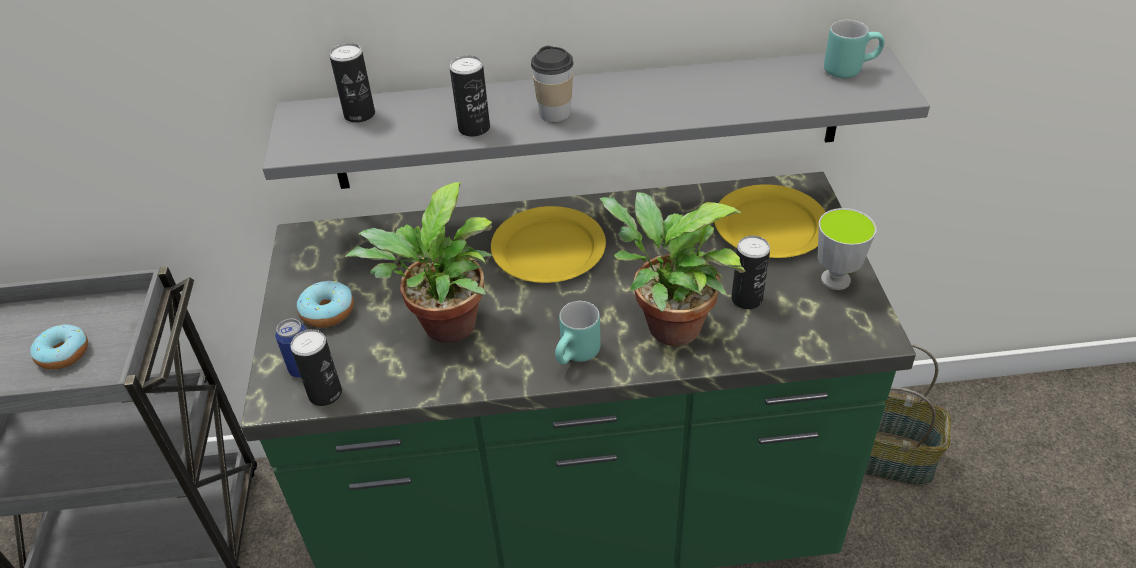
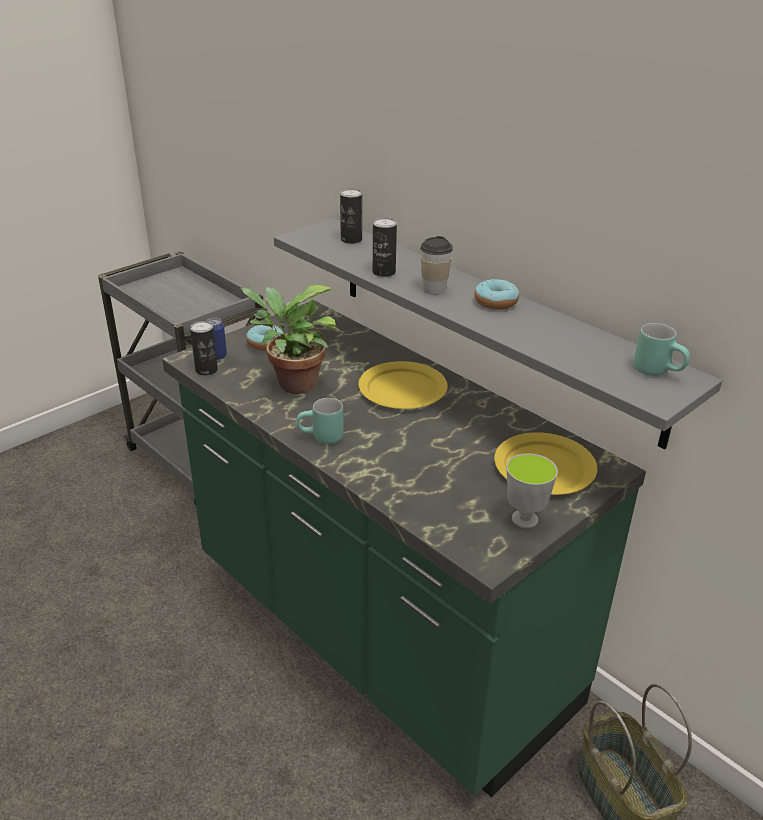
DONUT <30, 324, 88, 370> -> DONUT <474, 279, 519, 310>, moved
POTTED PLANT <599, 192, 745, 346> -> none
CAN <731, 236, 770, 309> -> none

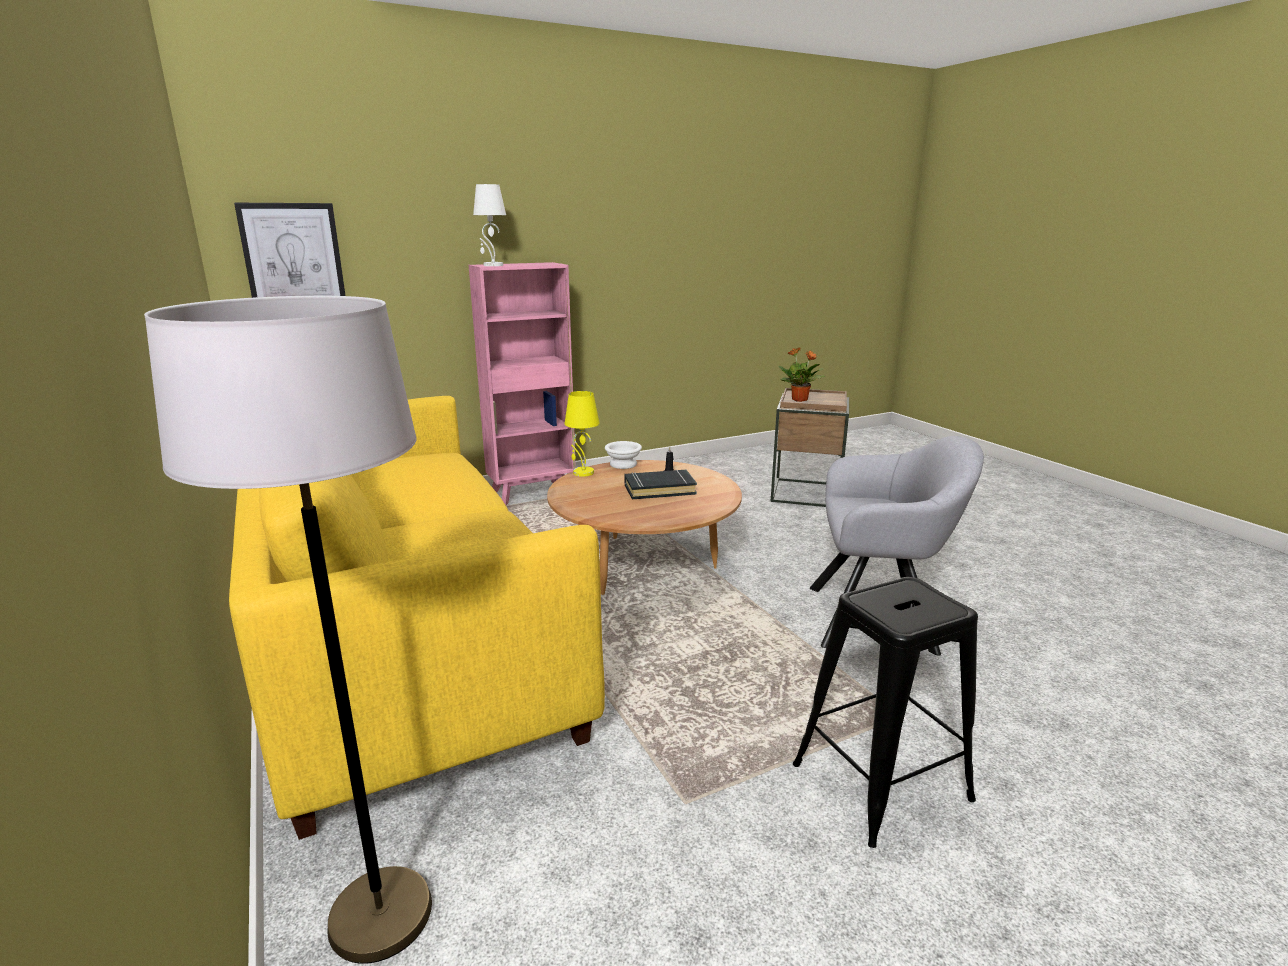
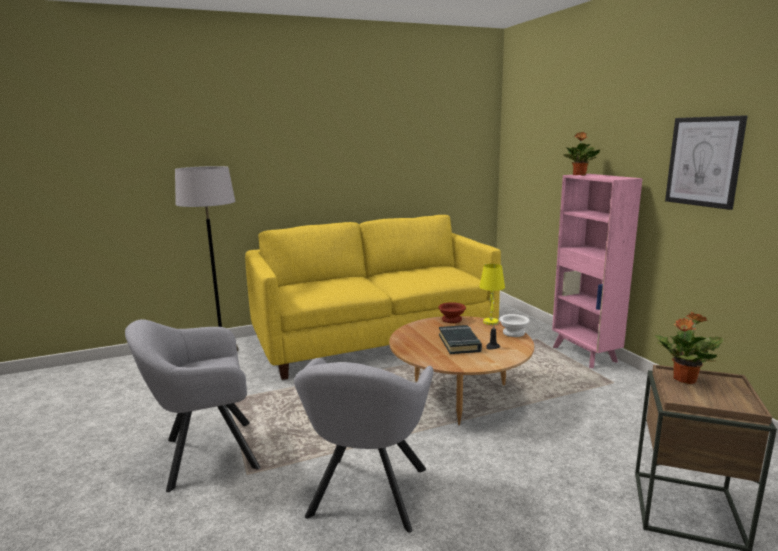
BLACK STOOL <793, 577, 978, 848> -> GREY ARMCHAIR <125, 319, 261, 492>
none -> BROWN BOWL <439, 302, 466, 323>
WHITE TABLE LAMP <473, 184, 506, 266> -> POTTED PLANT <563, 132, 600, 176>
PICTURE <234, 203, 346, 298> -> PICTURE <665, 115, 748, 210>, moved

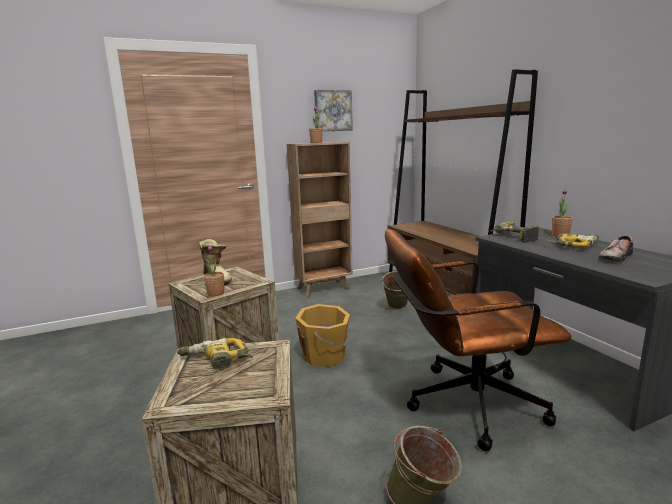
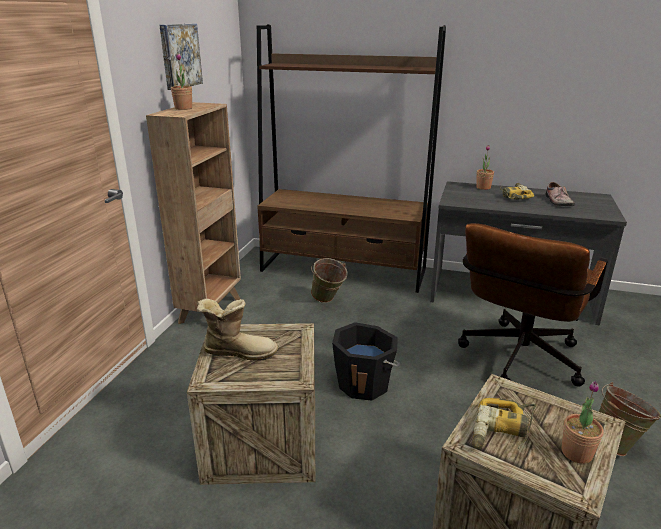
ORANGE BUCKET <296, 304, 350, 367> -> BLACK BUCKET <332, 322, 400, 401>
POTTED PLANT <204, 245, 224, 296> -> POTTED PLANT <561, 381, 604, 464>, moved
POWER DRILL <491, 222, 539, 243> -> none

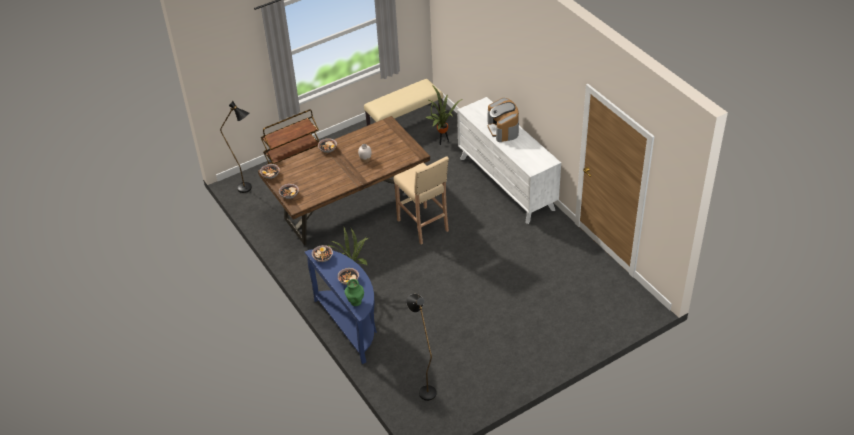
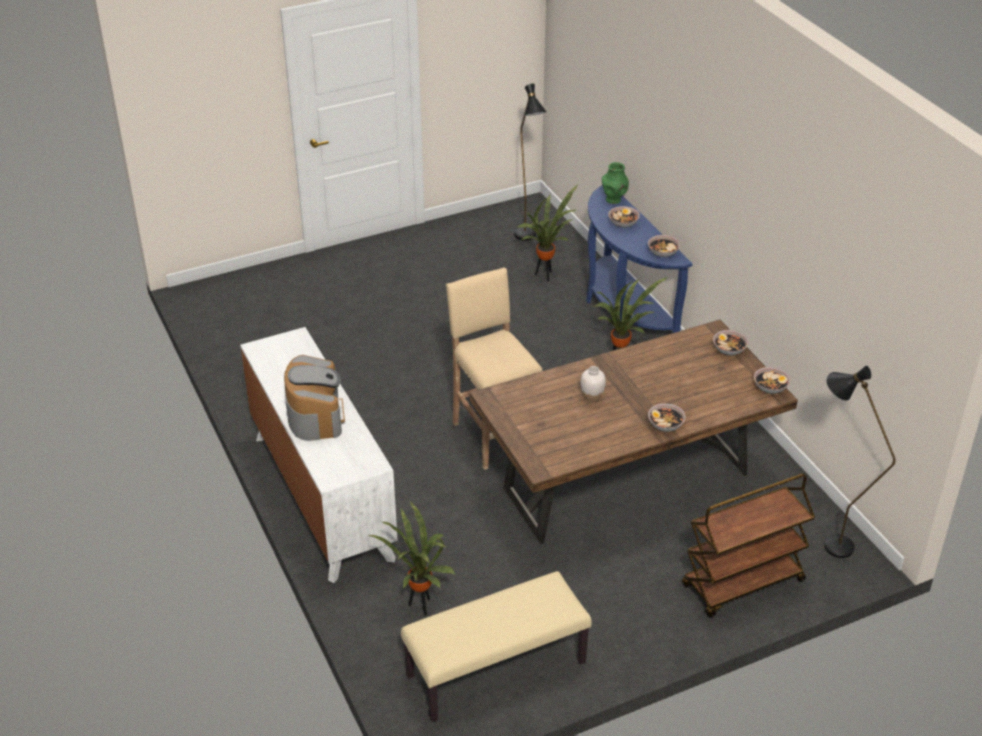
none -> POTTED PLANT <518, 185, 578, 281>

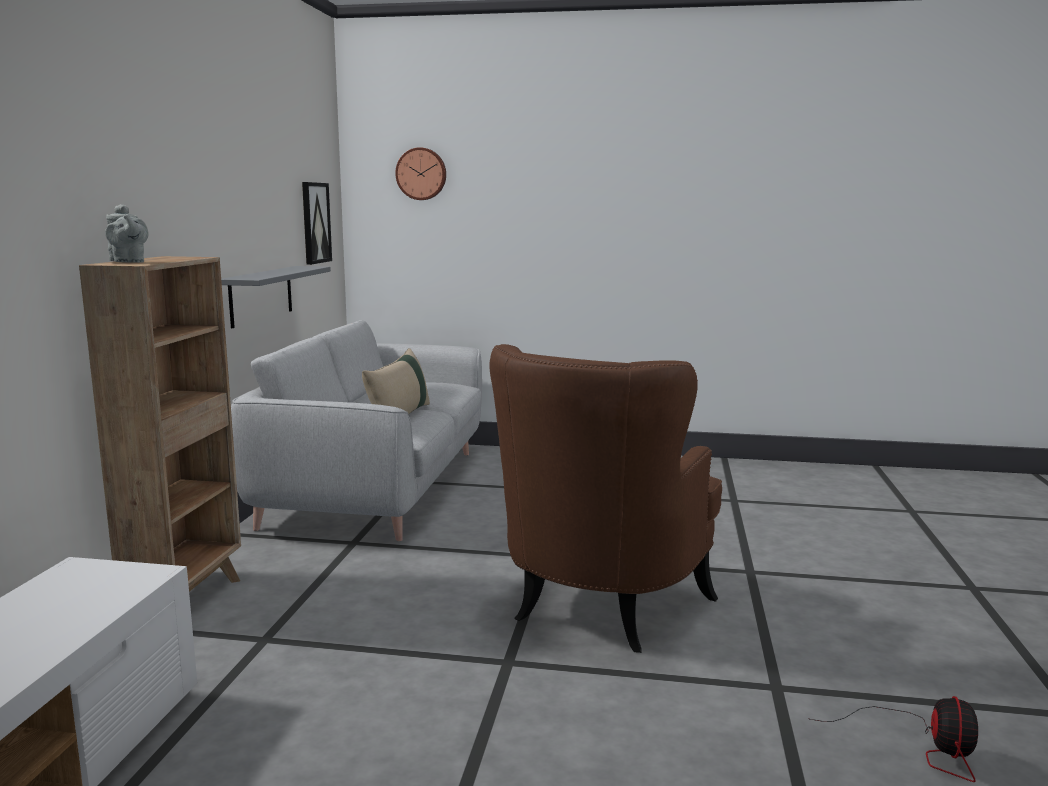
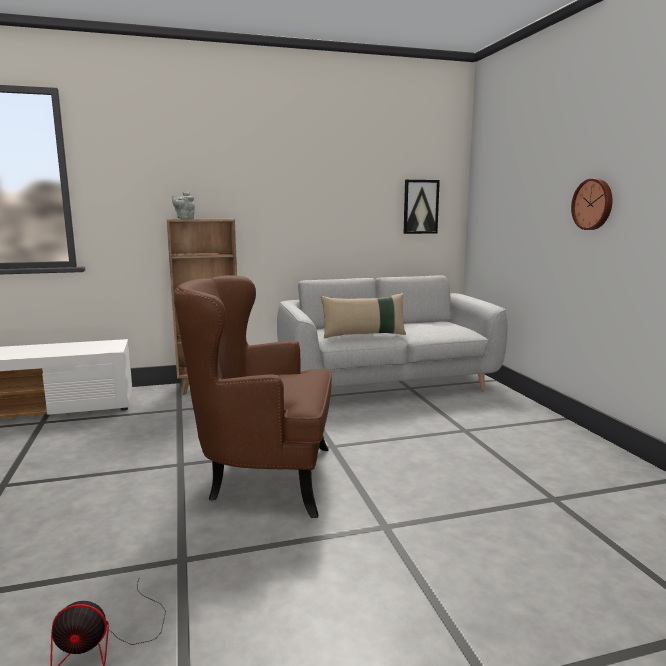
WALL CLOCK <395, 147, 446, 200> -> WALL CLOCK <571, 178, 612, 230>, moved
GREY SHELF <221, 266, 331, 328> -> none

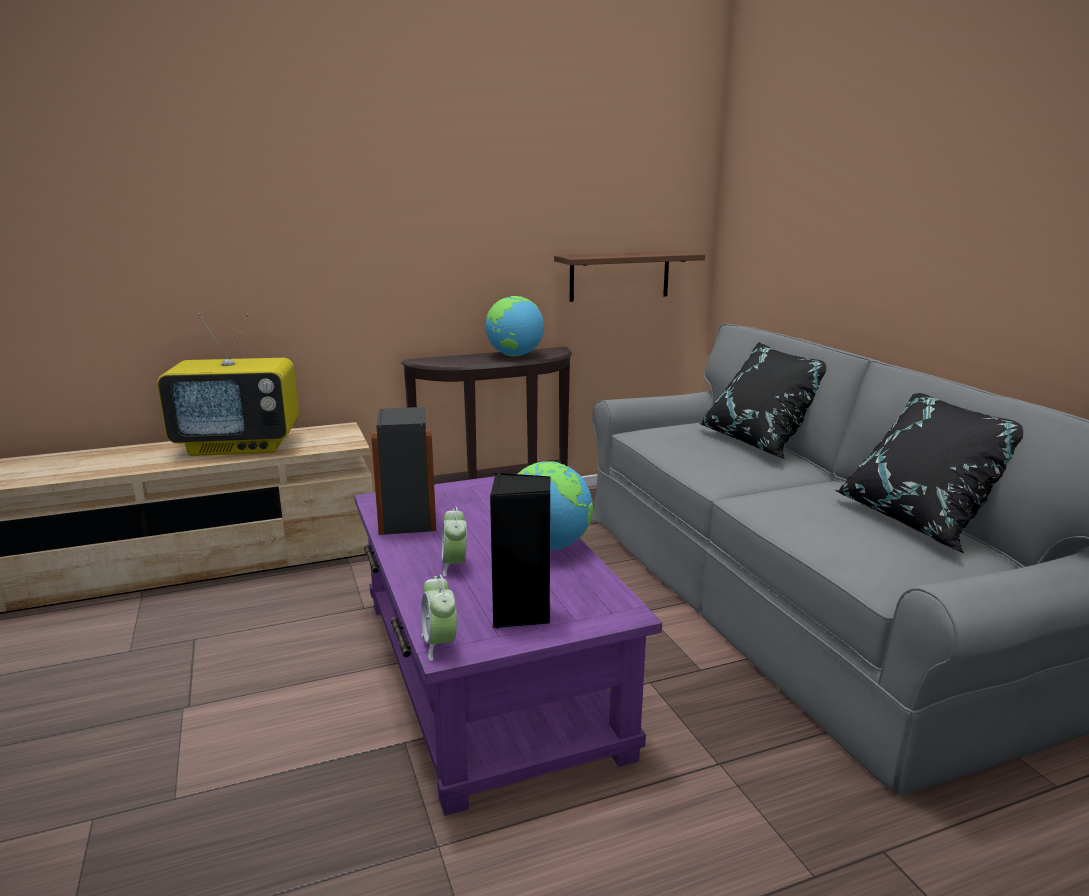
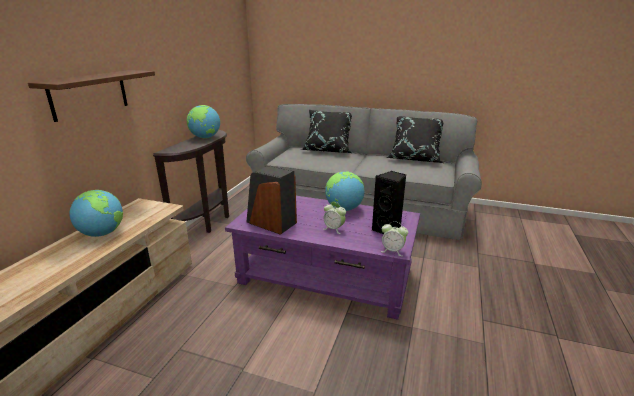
BROWN SHELF <554, 251, 705, 302> -> BROWN SHELF <28, 70, 155, 122>, moved
TELEVISION <157, 313, 299, 456> -> GLOBE <69, 190, 123, 237>

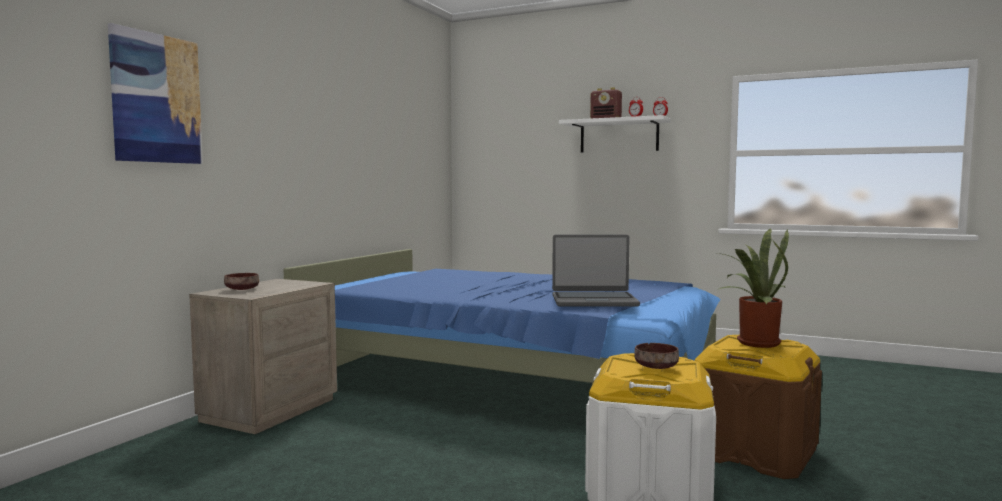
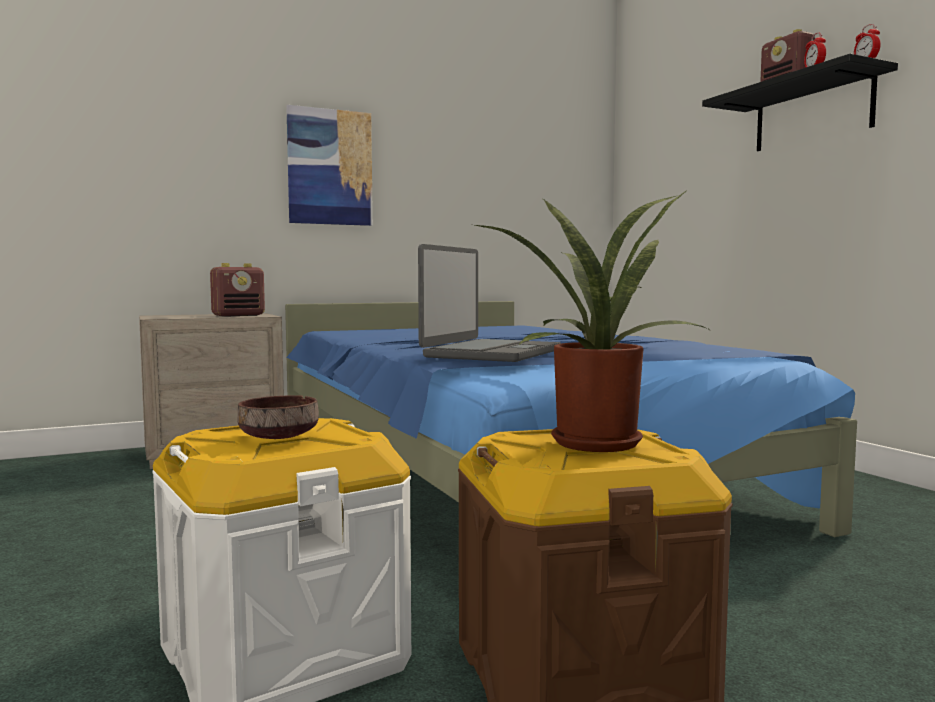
none -> RADIO <210, 263, 265, 317>
PICTURE <108, 23, 203, 164> -> PICTURE <286, 105, 373, 226>, moved
LAPTOP <552, 235, 640, 307> -> LAPTOP <418, 244, 561, 362>, 105 degrees counterclockwise
WHITE SHELF <559, 115, 671, 153> -> BLACK SHELF <702, 54, 898, 151>
BROWN BOWL <224, 273, 259, 290> -> none

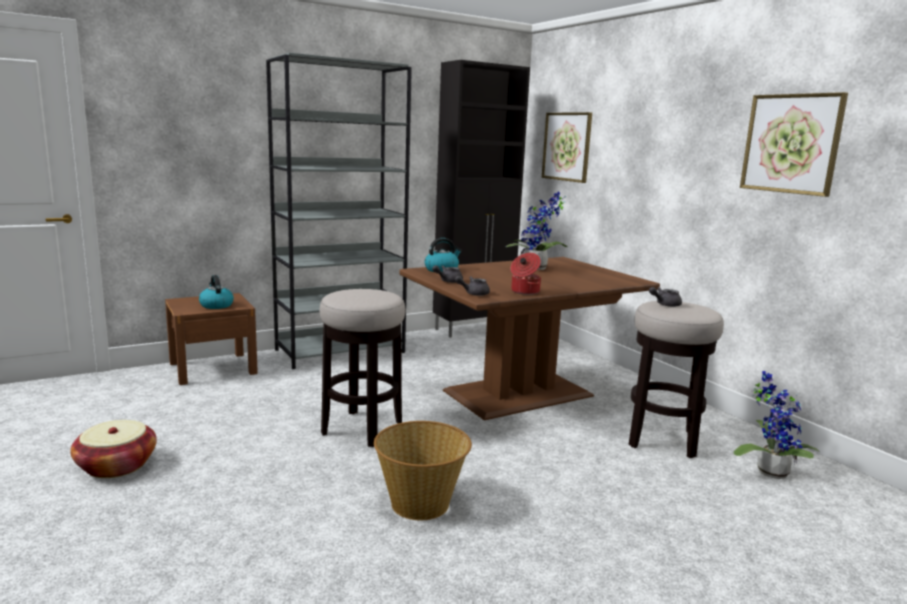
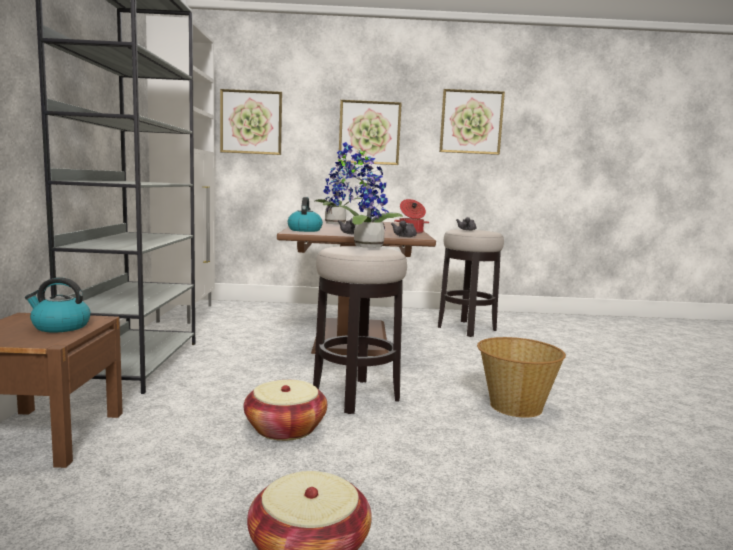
BLACK CABINET <433, 60, 530, 338> -> WHITE CABINET <146, 16, 215, 324>
none -> BASKET <244, 380, 327, 441>
POTTED PLANT <734, 371, 820, 479> -> POTTED PLANT <331, 142, 403, 248>, moved
none -> PICTURE <338, 100, 402, 165>

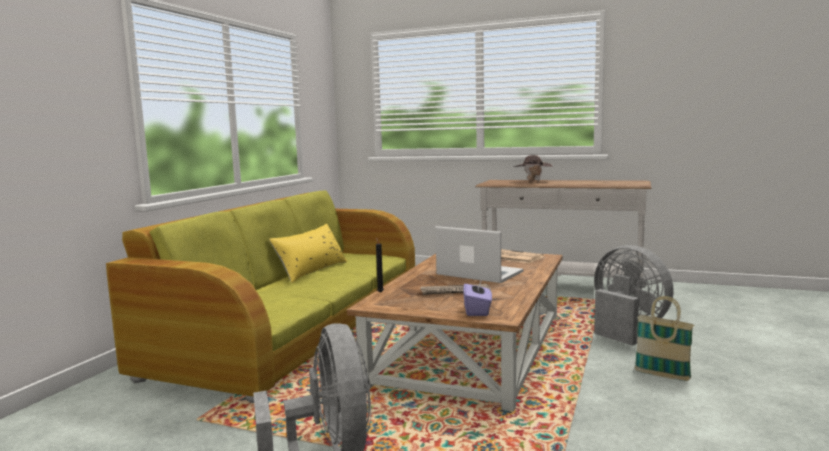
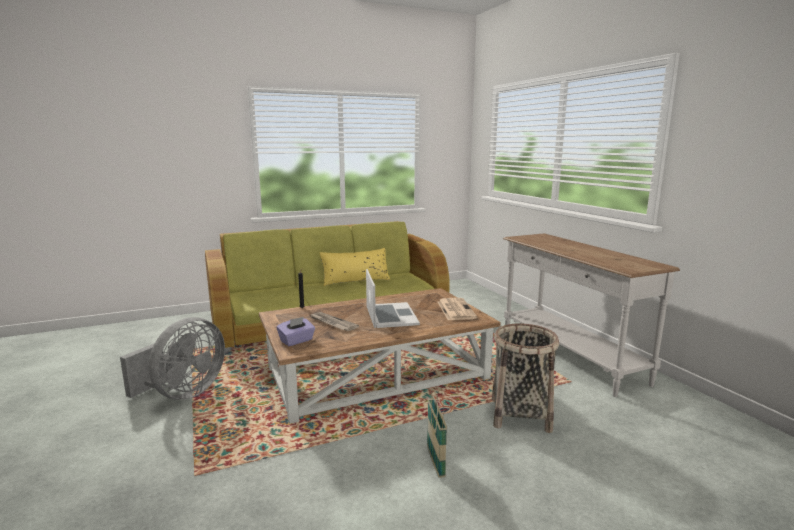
GREY FAN <594, 245, 674, 346> -> BASKET <492, 324, 559, 433>
BROWN HAT <513, 155, 553, 181> -> none

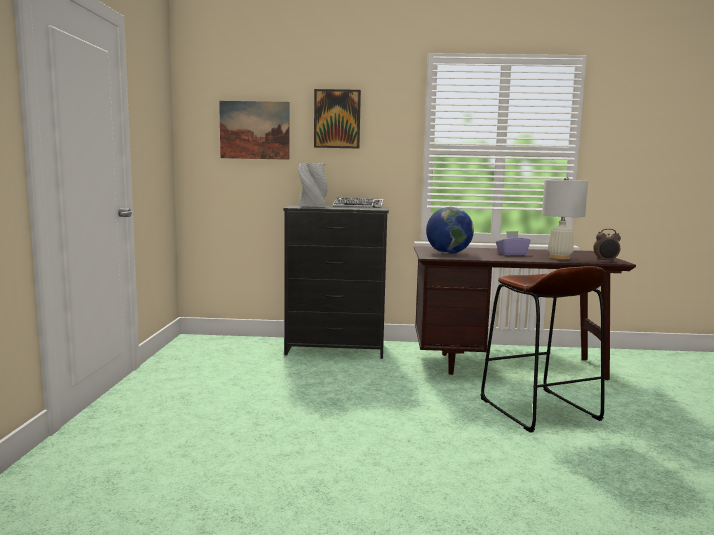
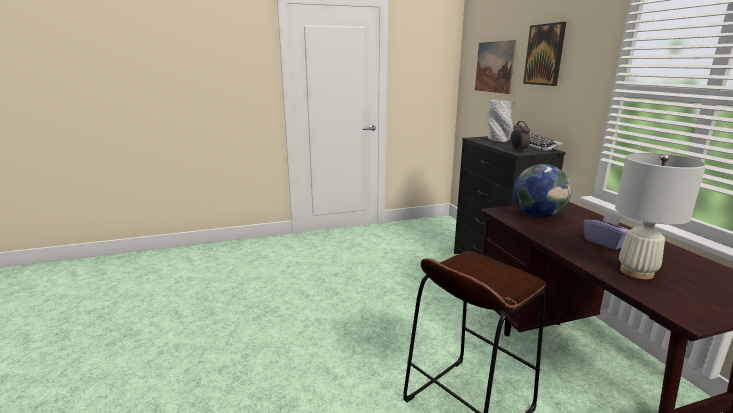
ALARM CLOCK <593, 229, 621, 262> -> ALARM CLOCK <510, 121, 530, 152>, moved

